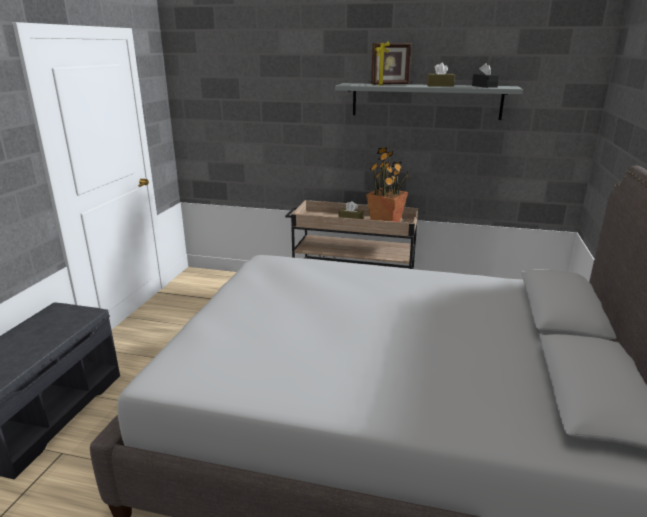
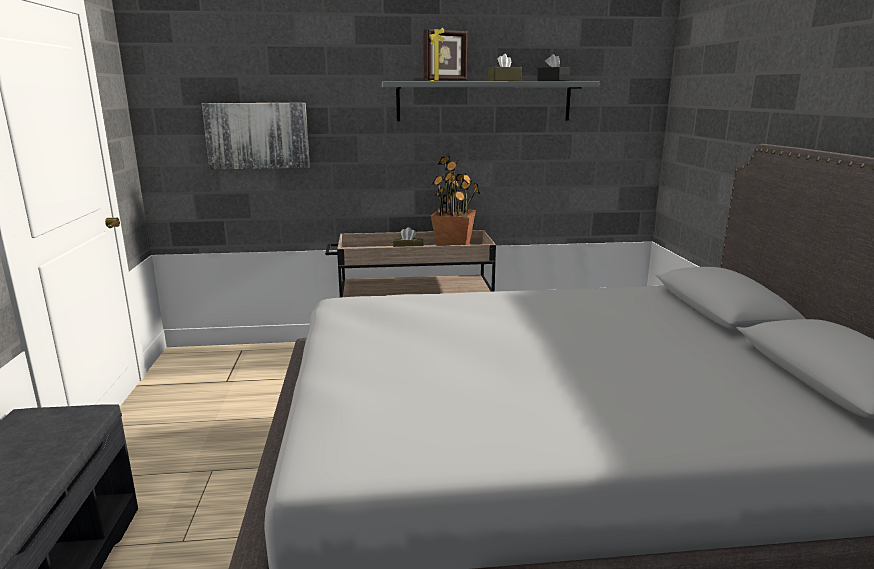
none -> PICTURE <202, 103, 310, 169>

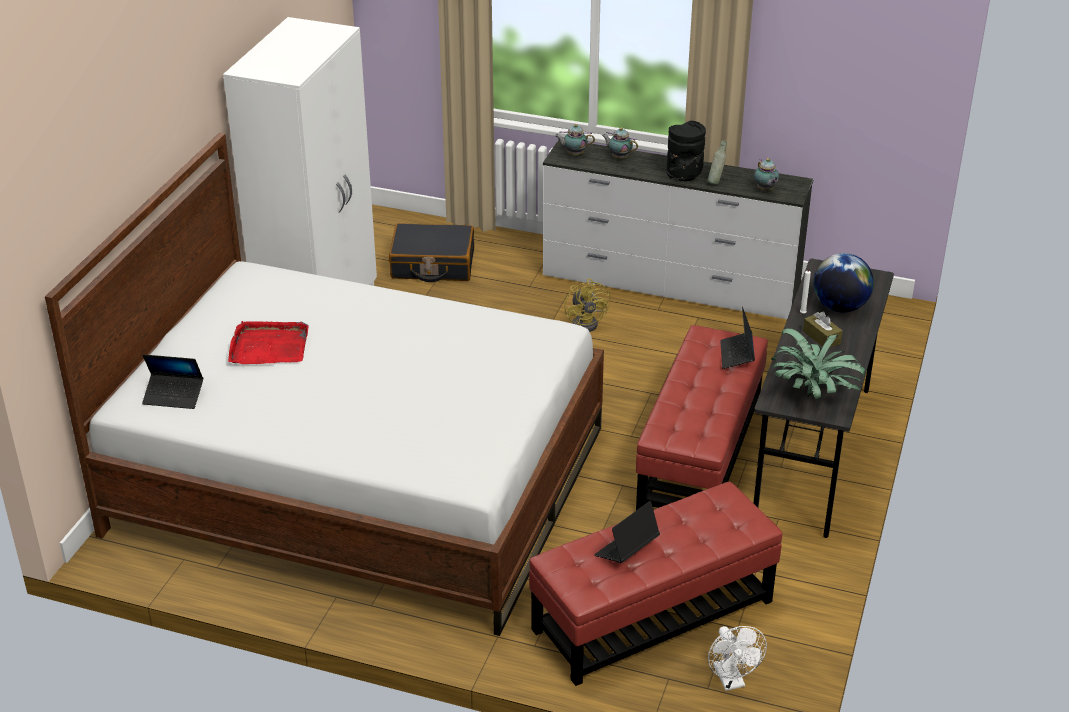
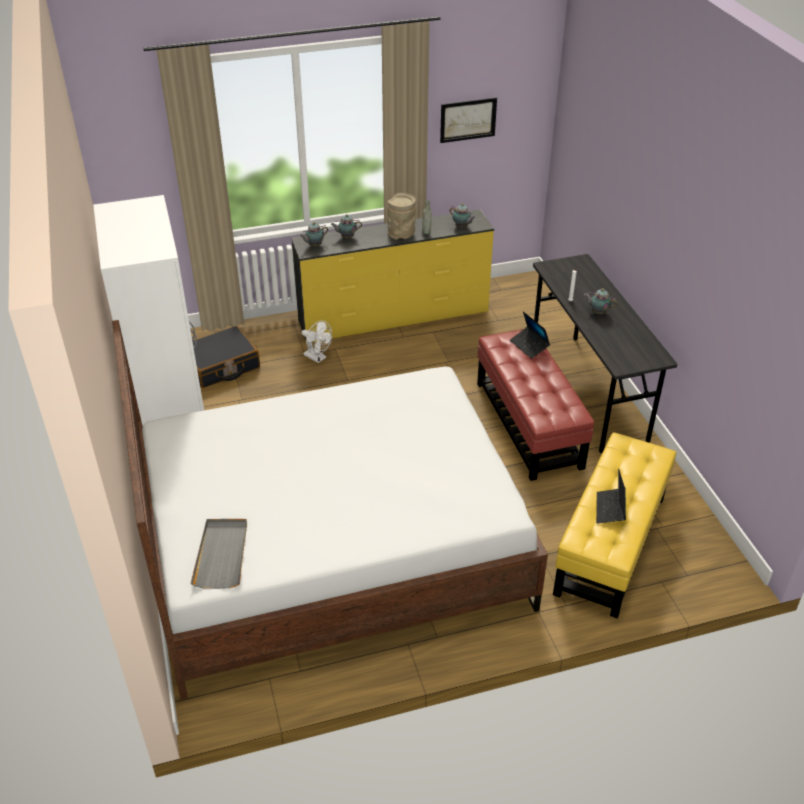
LAPTOP <142, 354, 203, 409> -> GREY TRAY <191, 519, 247, 589>
WHITE DRESSER <543, 140, 813, 319> -> YELLOW DRESSER <291, 209, 494, 343>
WHITE FAN <708, 626, 767, 691> -> WHITE FAN <302, 320, 332, 363>, moved
BLACK VASE <666, 121, 706, 181> -> BEIGE VASE <388, 193, 416, 240>
none -> PICTURE <440, 97, 497, 143>
RED OTTOMAN <529, 482, 782, 686> -> YELLOW OTTOMAN <553, 432, 676, 619>
BROWN TISSUE BOX <803, 311, 843, 348> -> TEAPOT <584, 289, 617, 314>
RED TRAY <228, 321, 308, 364> -> none
YELLOW FAN <564, 279, 611, 332> -> none
POTTED PLANT <771, 328, 865, 399> -> none
GLOBE <813, 253, 874, 312> -> none

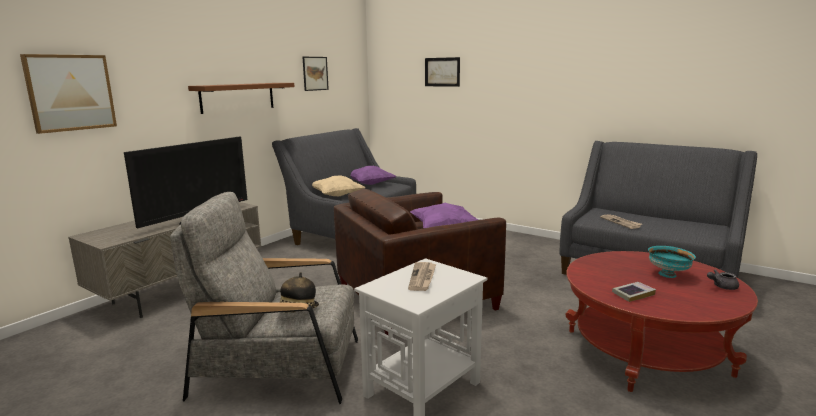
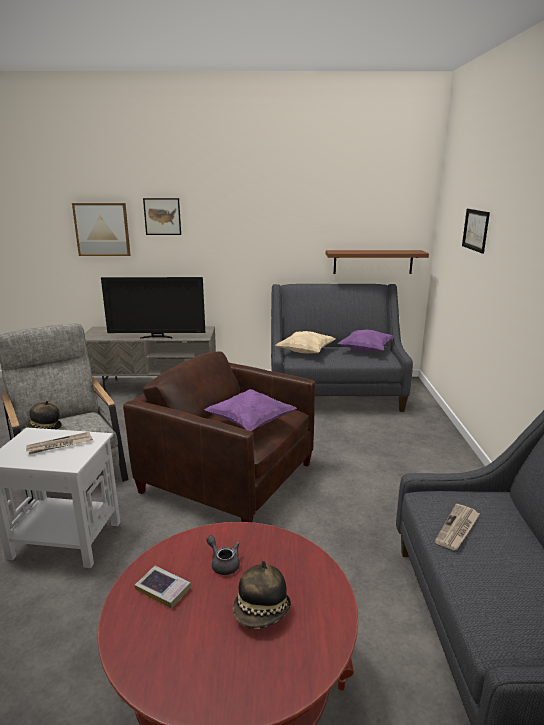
PICTURE <303, 57, 329, 91> -> PICTURE <143, 198, 181, 235>, moved
GREY TEAPOT <707, 269, 739, 290> -> GREY TEAPOT <206, 535, 240, 575>, moved
TURQUOISE BOWL <648, 246, 696, 278> -> HAT <233, 560, 291, 629>
BROWN SHELF <188, 83, 294, 114> -> BROWN SHELF <326, 250, 429, 274>, moved

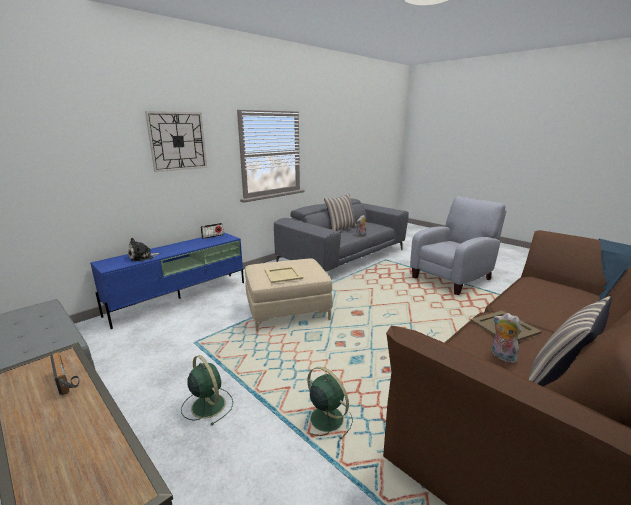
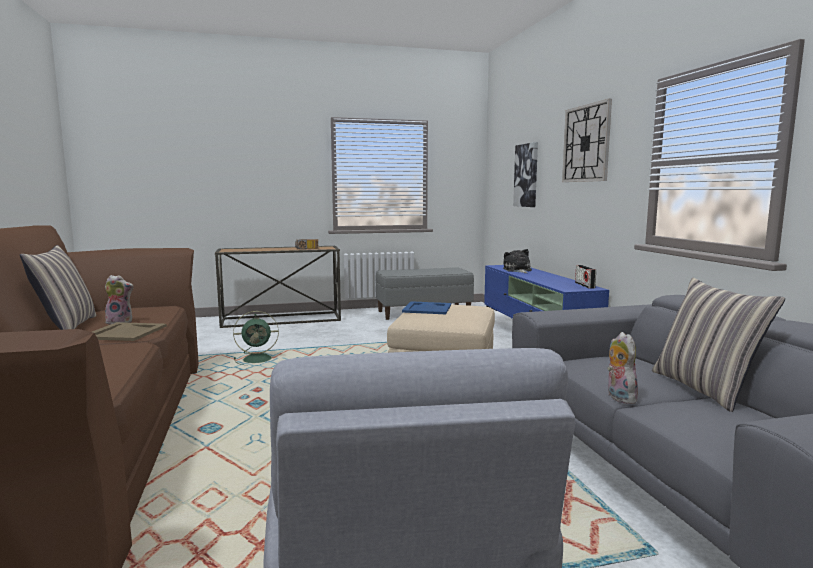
BEIGE TRAY <265, 266, 303, 283> -> BLUE TRAY <402, 301, 451, 314>
none -> PICTURE <513, 142, 538, 207>
GREEN FAN <181, 355, 233, 425> -> none

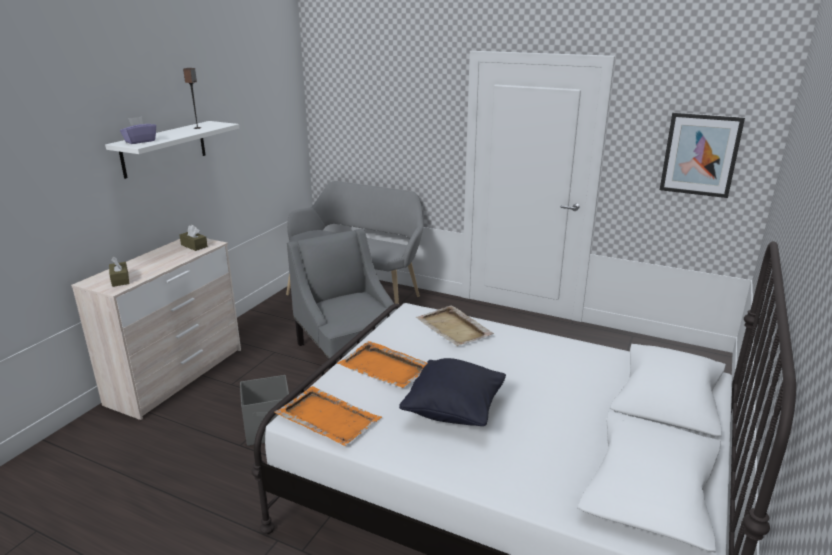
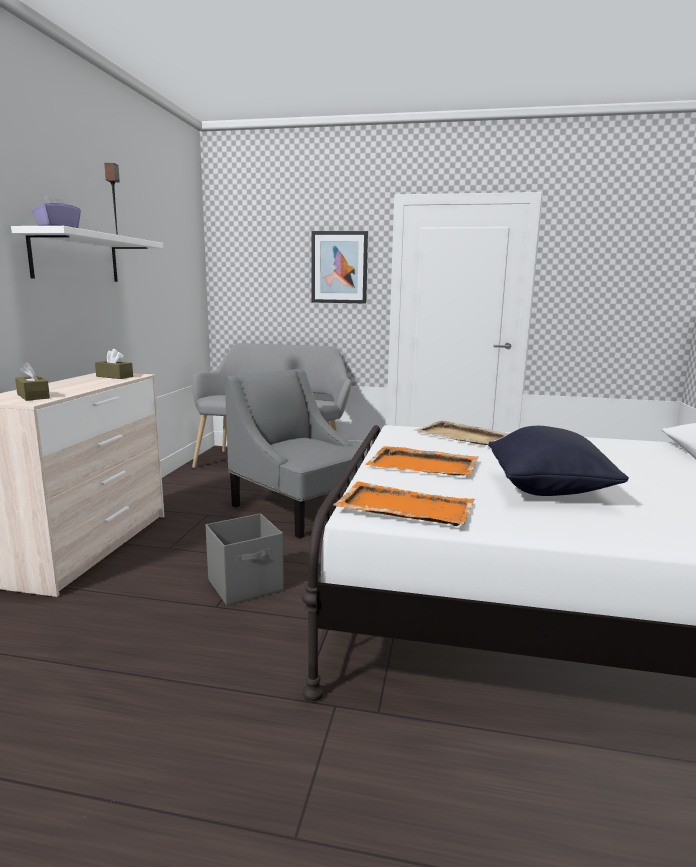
PICTURE <660, 112, 745, 198> -> PICTURE <311, 231, 368, 304>, moved

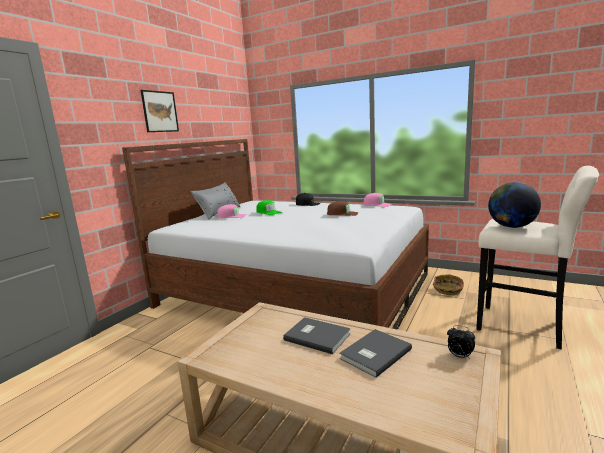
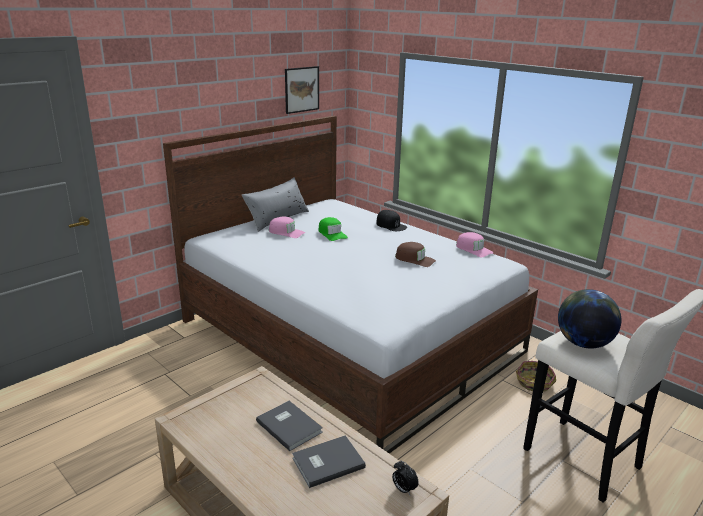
PICTURE <141, 90, 179, 132> -> PICTURE <285, 66, 319, 114>, moved

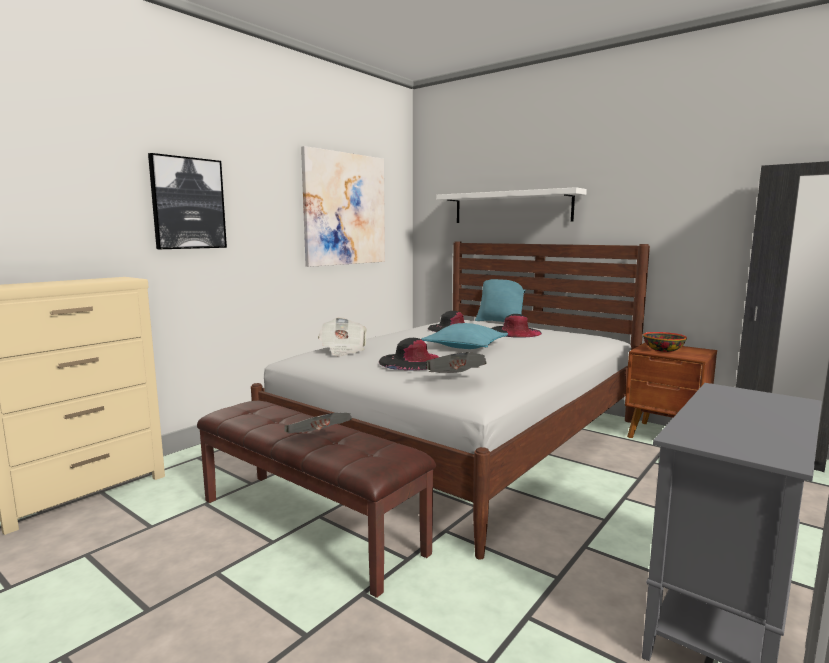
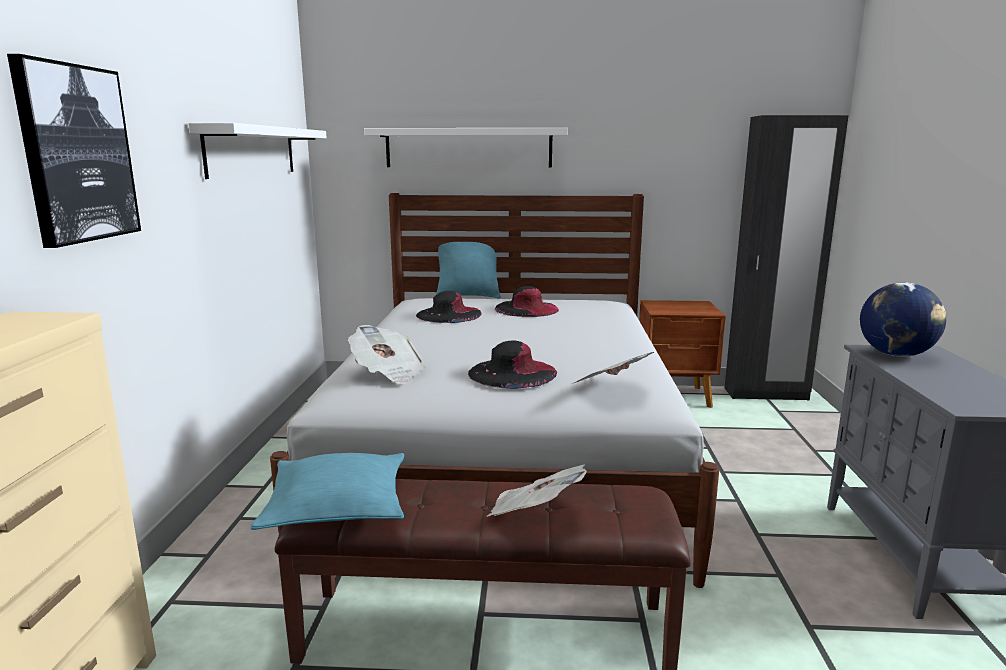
PICTURE <301, 146, 385, 267> -> WHITE SHELF <188, 123, 327, 179>
TURQUOISE PILLOW <421, 323, 508, 349> -> TURQUOISE PILLOW <251, 453, 404, 530>, moved
none -> GLOBE <860, 282, 946, 357>
BOWL <643, 332, 687, 352> -> none

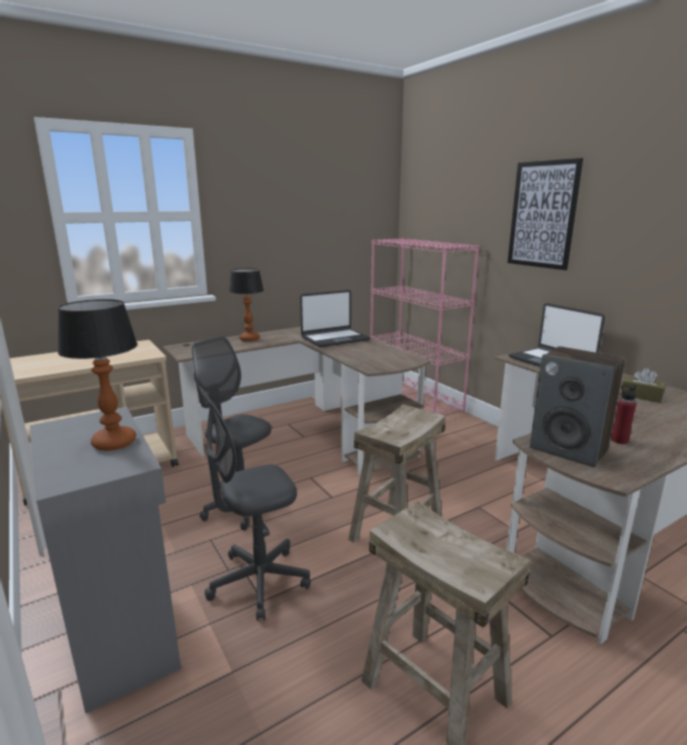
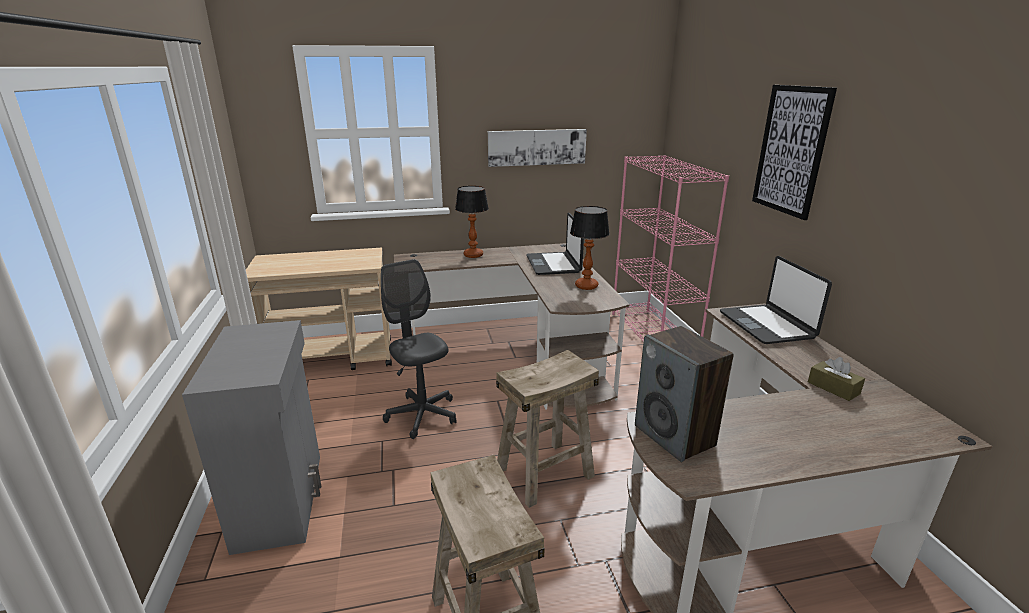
none -> PICTURE <488, 129, 587, 167>
LAPTOP <300, 290, 370, 347> -> LAPTOP <526, 213, 584, 275>, 90 degrees clockwise
TABLE LAMP <58, 299, 138, 451> -> TABLE LAMP <570, 206, 610, 290>, moved
GREY OFFICE CHAIR <198, 386, 311, 621> -> none
RED BOTTLE <611, 385, 636, 444> -> none

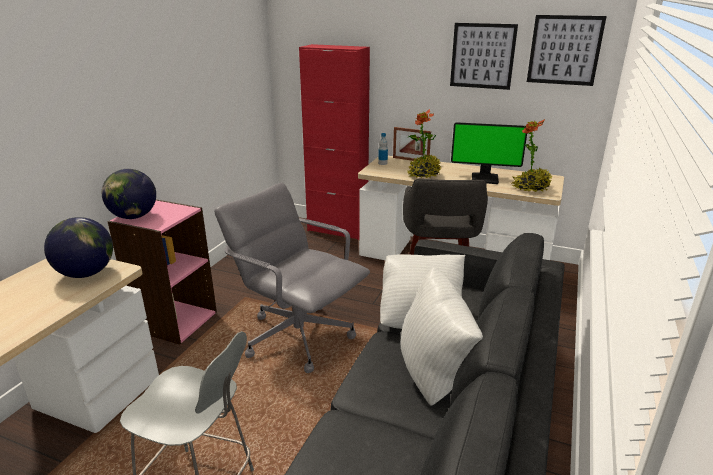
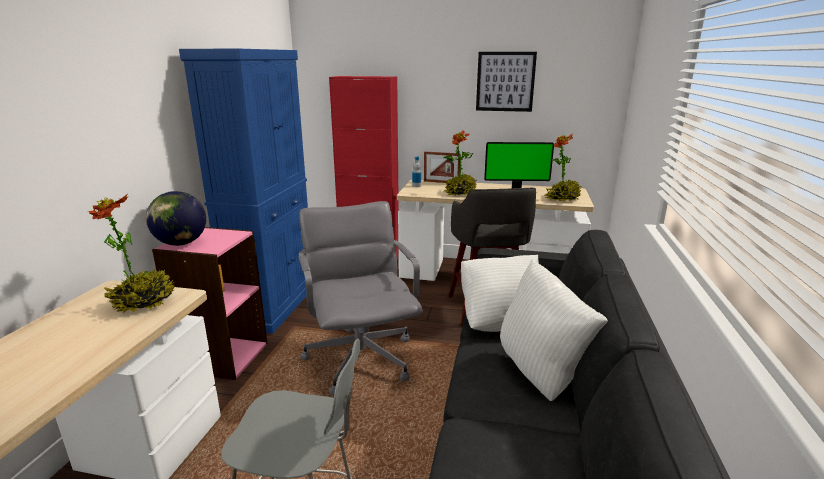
GLOBE <44, 217, 113, 278> -> POTTED PLANT <88, 195, 175, 313>
none -> BLUE CABINET <179, 49, 308, 334>
GREY OFFICE CHAIR <214, 183, 370, 373> -> GREY OFFICE CHAIR <299, 201, 423, 395>, 45 degrees clockwise
PICTURE <527, 15, 607, 86> -> none

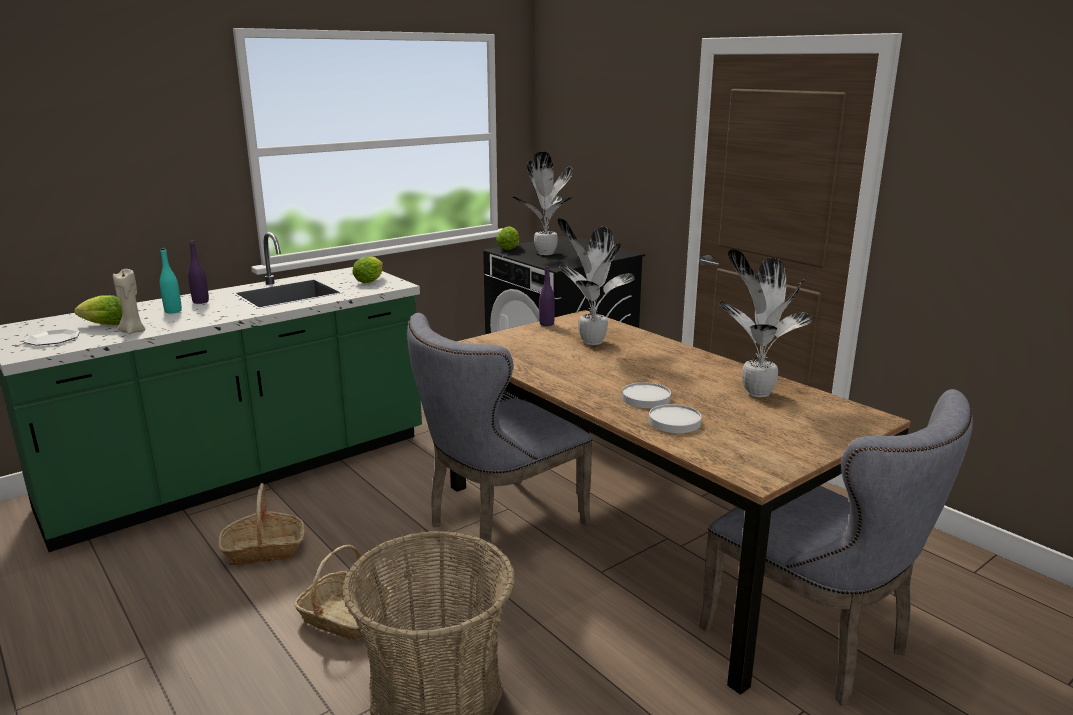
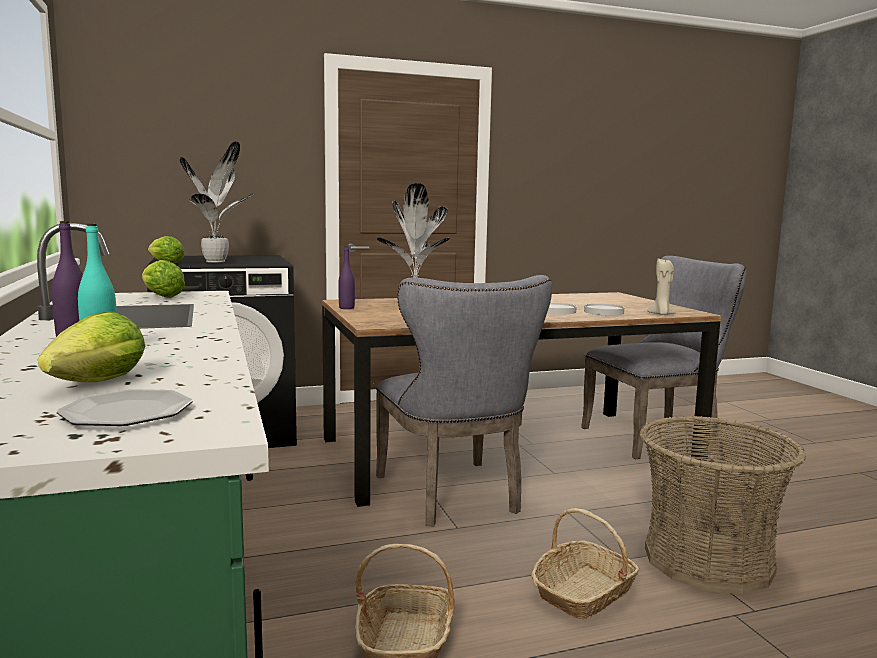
BEIGE CANDLE <113, 269, 145, 334> -> BEIGE CANDLE <647, 258, 676, 315>, moved
POTTED PLANT <719, 249, 813, 397> -> none

